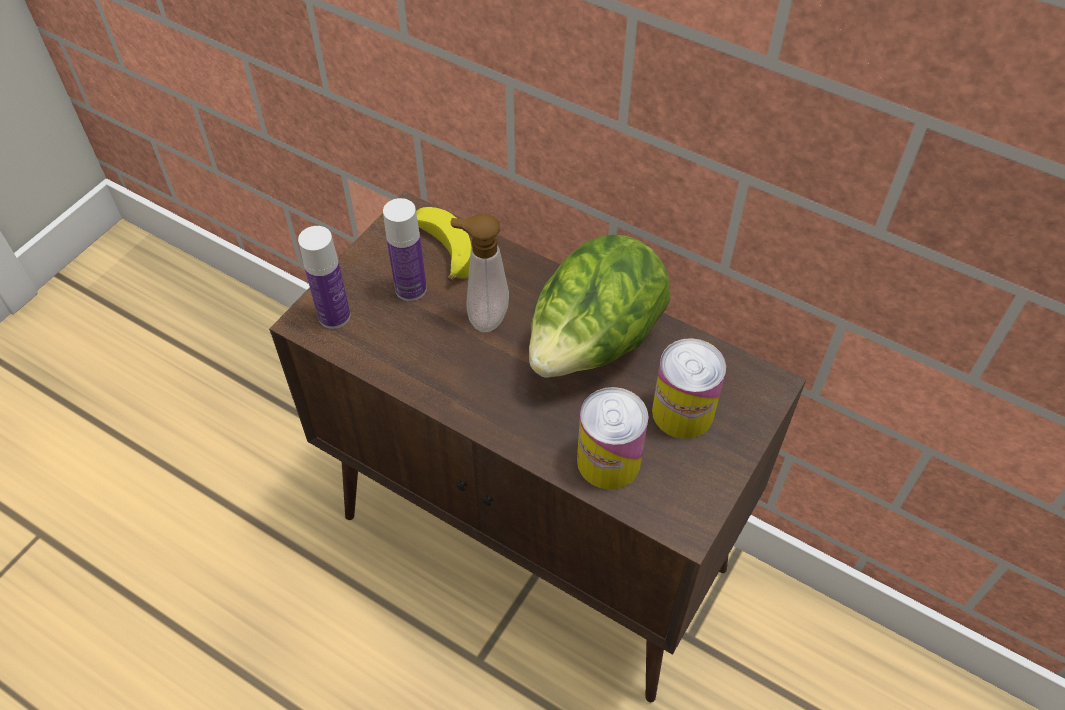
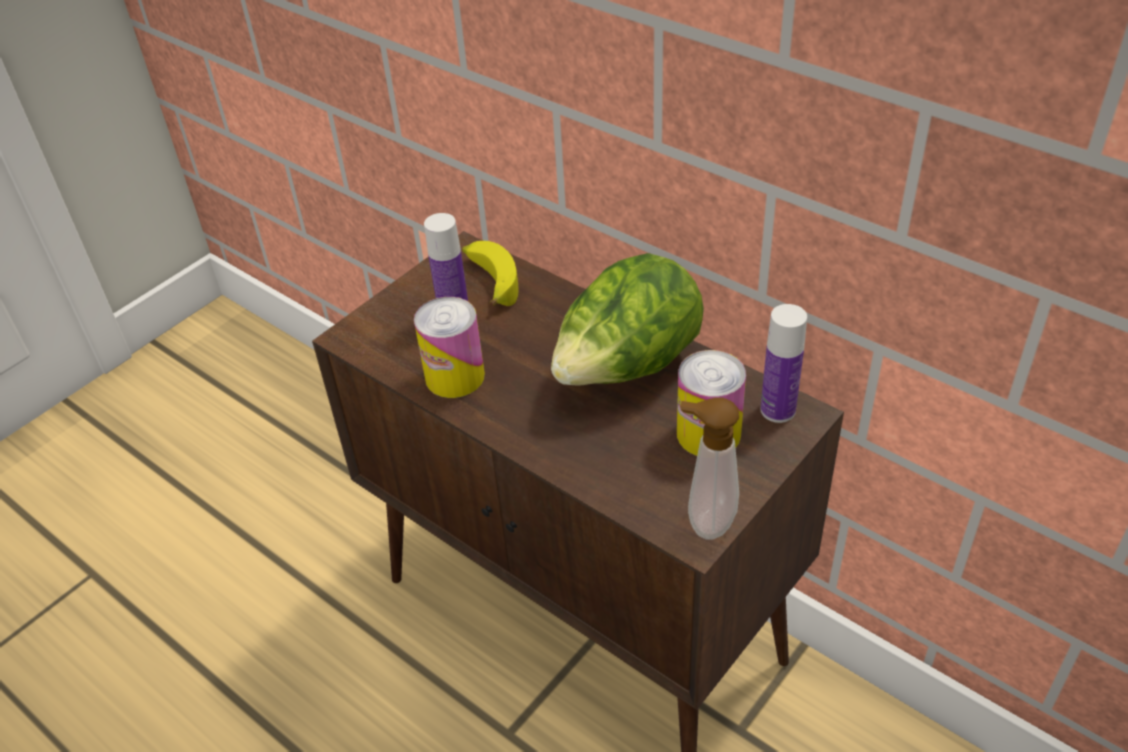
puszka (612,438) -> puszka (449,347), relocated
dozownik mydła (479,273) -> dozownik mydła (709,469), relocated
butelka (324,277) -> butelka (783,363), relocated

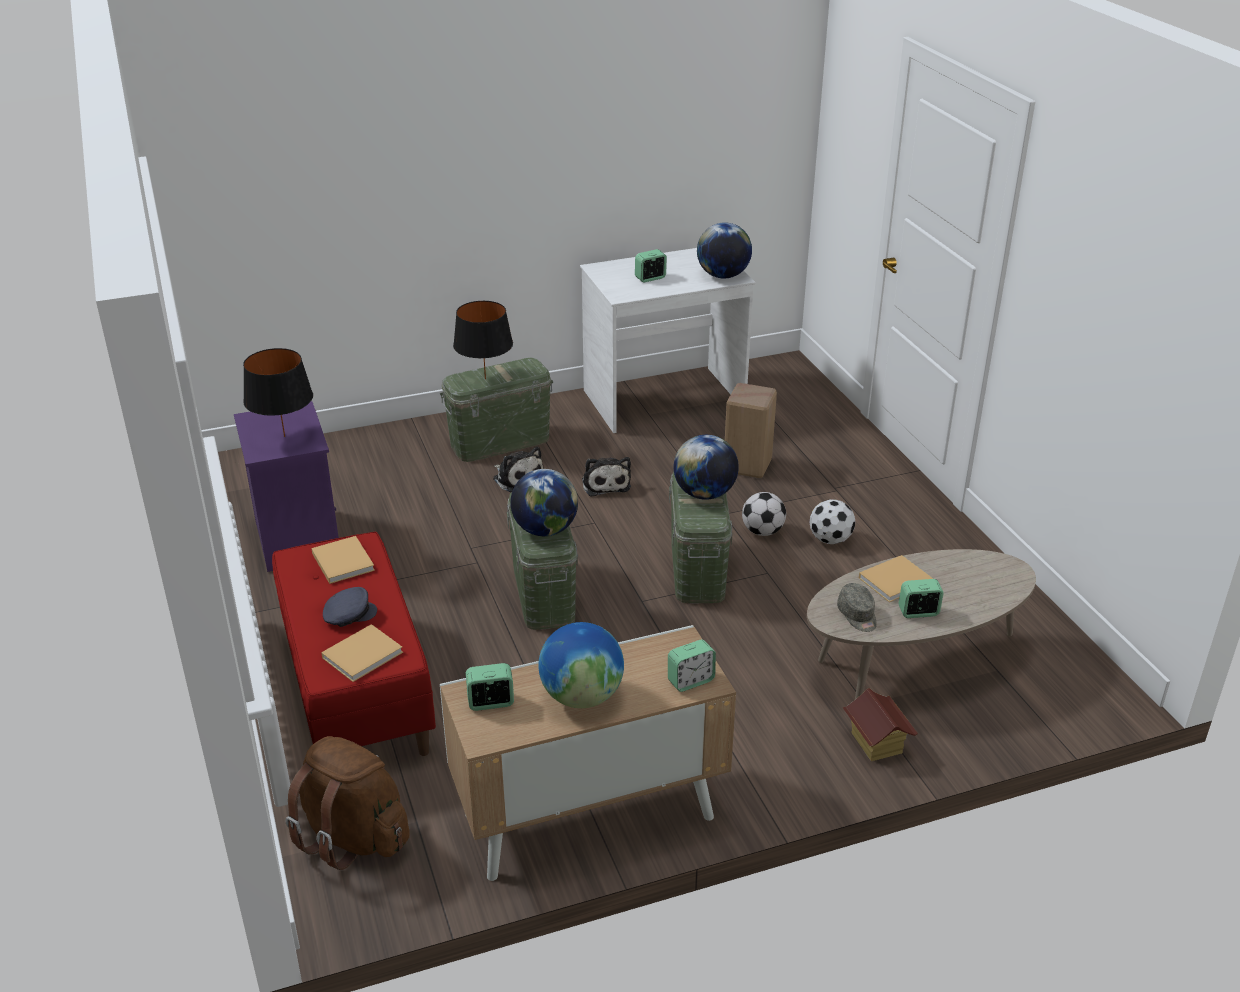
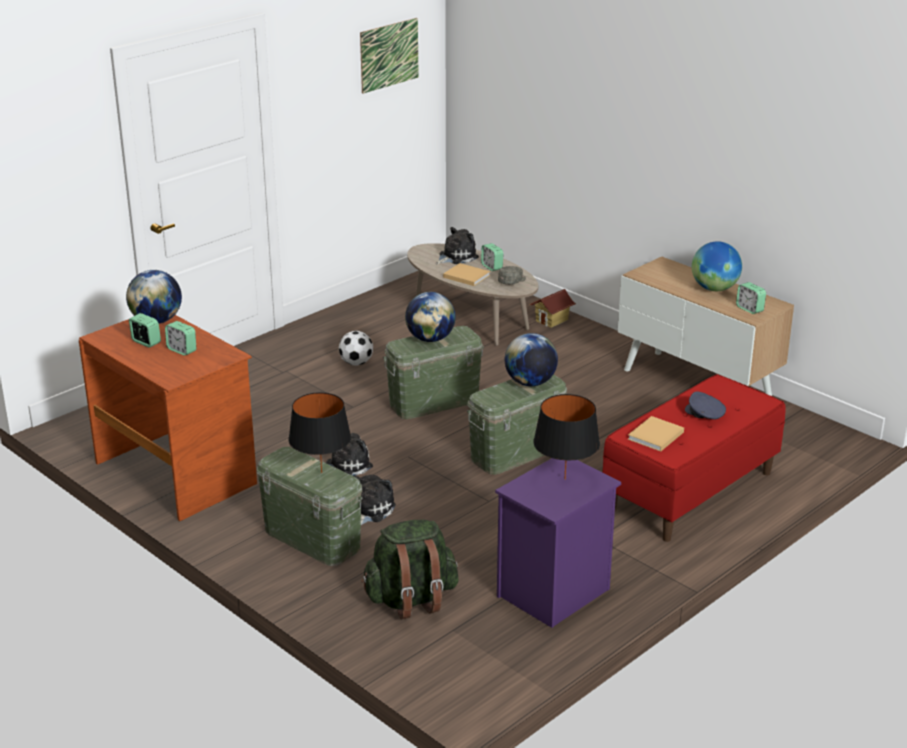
biurko (biały) (668,340) -> biurko (brązowy) (168,418)
budzik (692,666) -> budzik (145,330), relocated
none -> obraz (389,56)
none -> plecak (zielony) (410,569)
none -> pluszak (457,246)
plecak (brązowy) (347,803) -> none
książka (beżowy) (362,653) -> none
stołek (beżowy) (751,430) -> none
piłka futbolowa (764,514) -> none

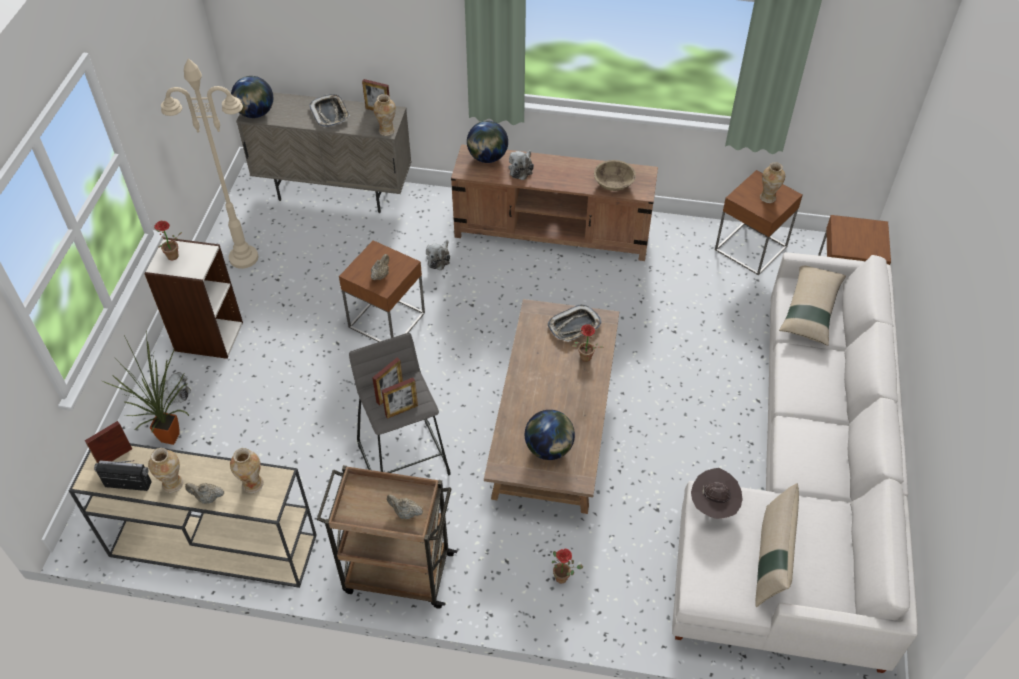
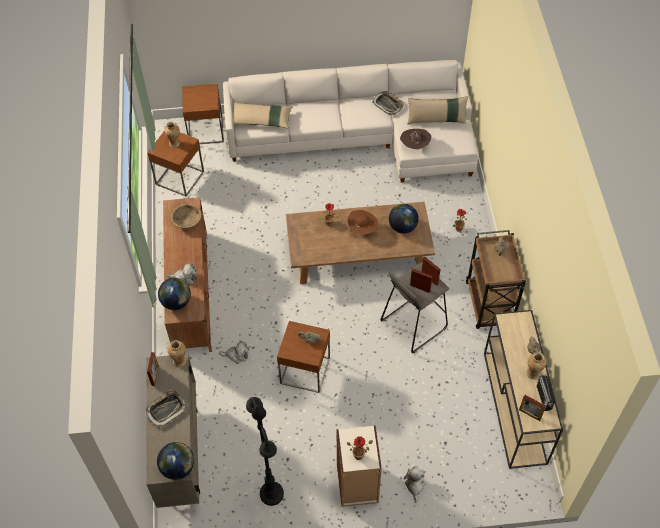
lampa stojąca (beżowy) (209,163) -> lampa stojąca (czarny) (265,451)
none -> kapelusz (brązowy) (363,222)
taca (574,323) -> taca (388,103), relocated
roślina doniczkowa (145,391) -> none
wazon (247,470) -> none

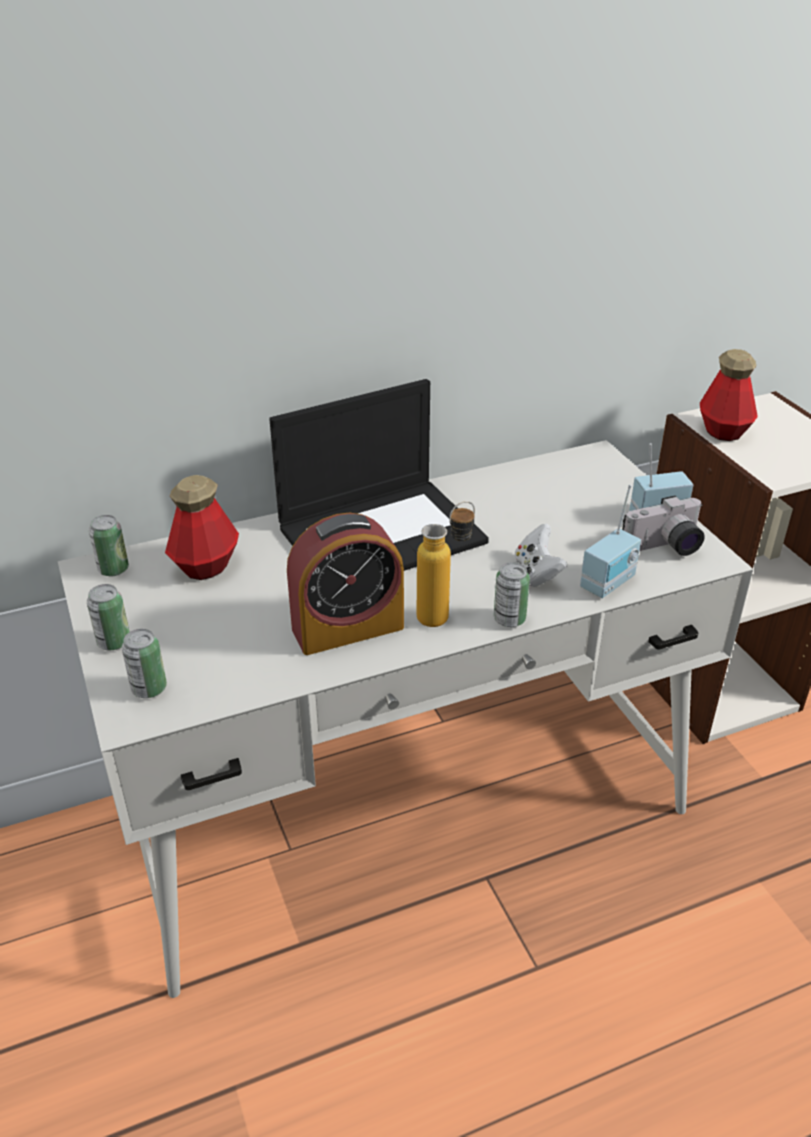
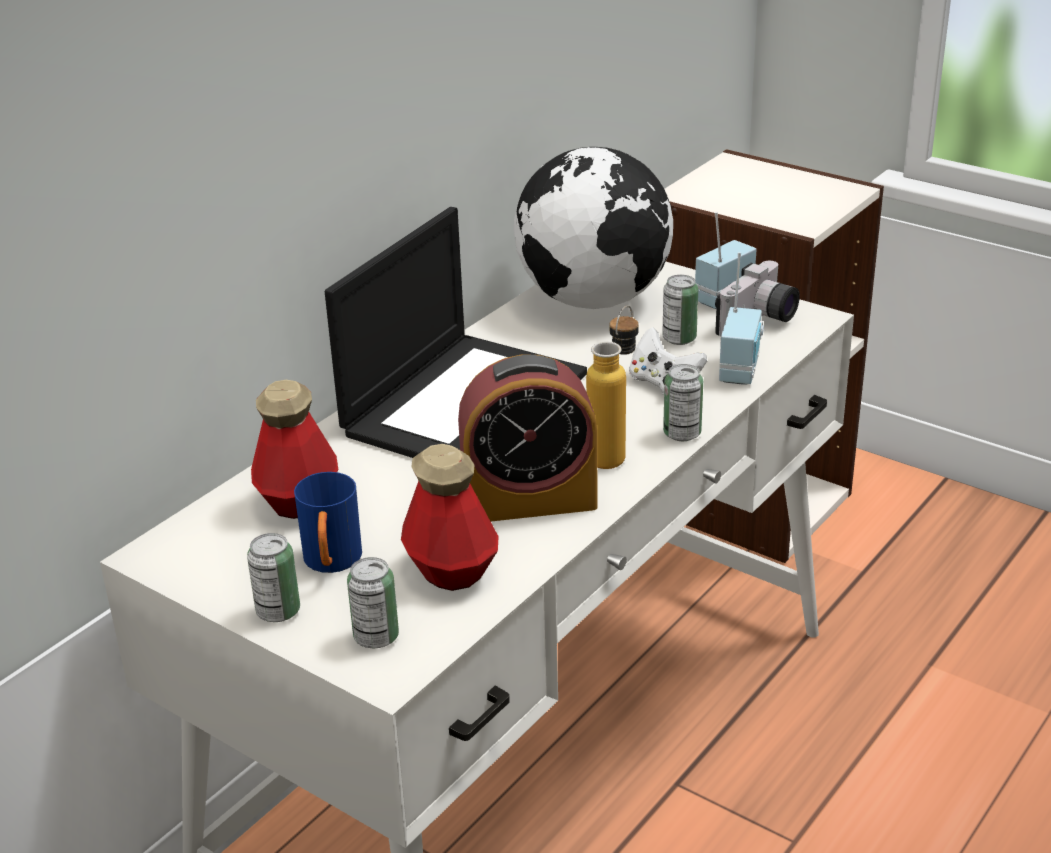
none -> kubek (niebieski) (328,522)
butelka (729,395) -> butelka (450,517), relocated
budzik (345,584) -> budzik (527,437), 45 degrees clockwise
none -> globus (593,228)
puszka (109,545) -> puszka (680,310), relocated

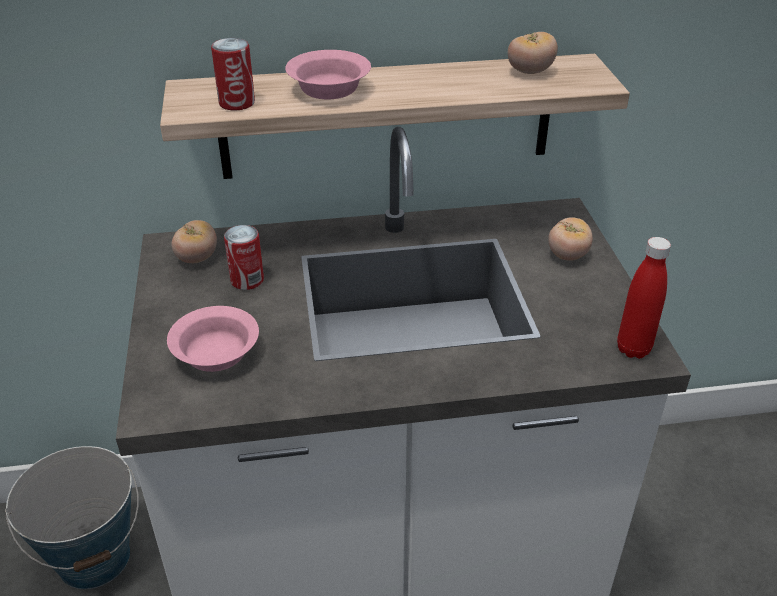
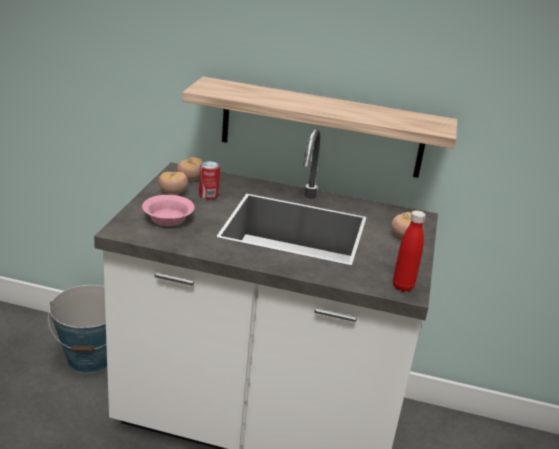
pomidor (533,53) -> pomidor (173,183), relocated
puszka (233,74) -> none
miska (różowy) (328,74) -> none

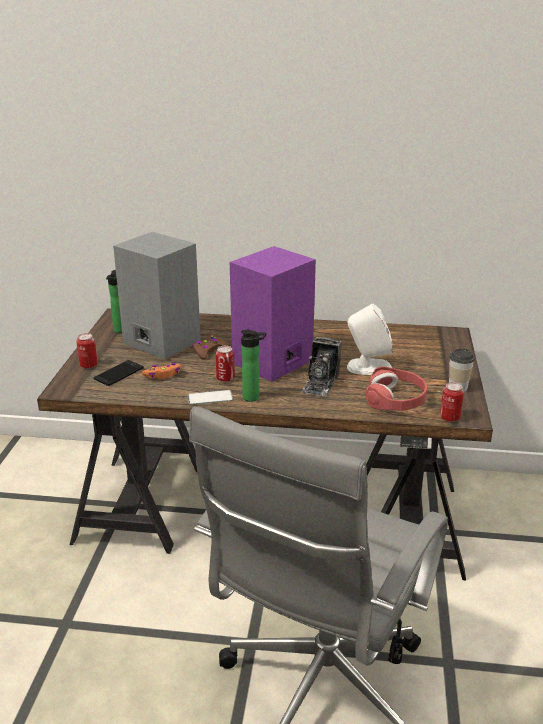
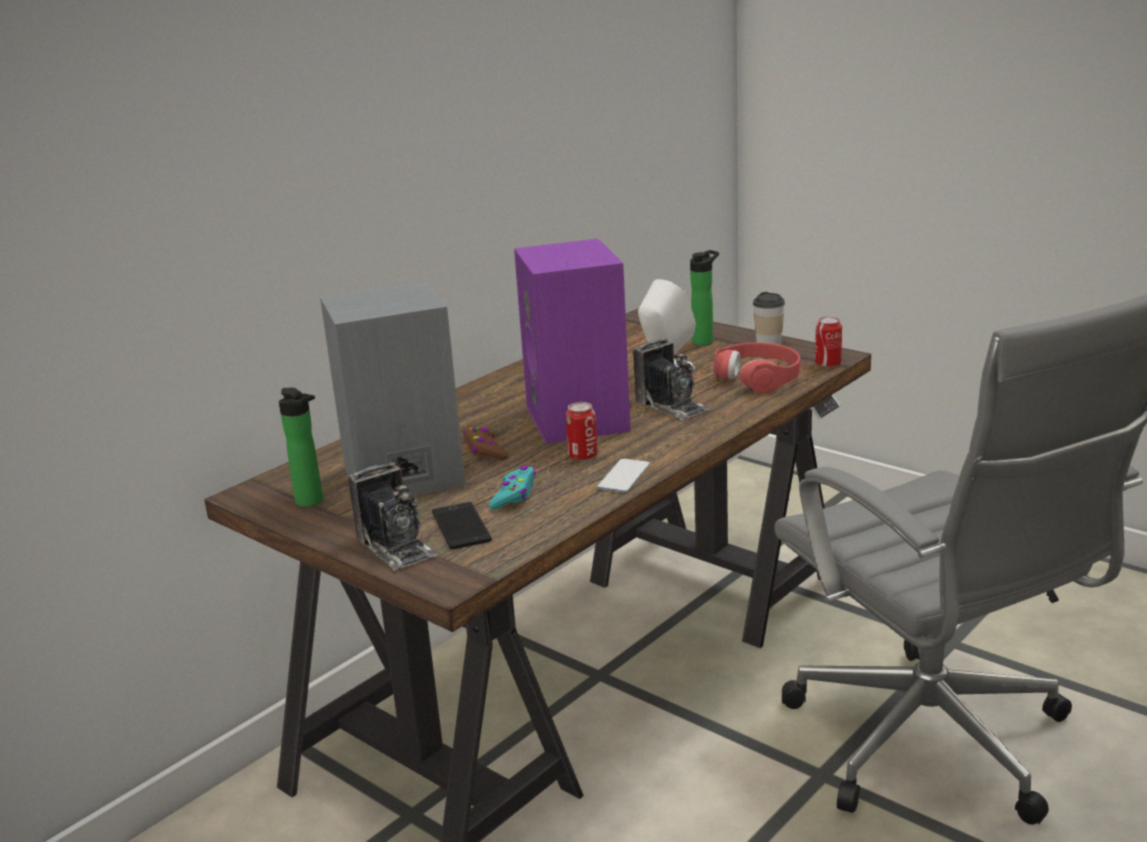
puszka (87,351) -> aparat fotograficzny (393,516)
pad do gier (pomarańczowy) (161,371) -> pad do gier (turkusowy) (512,487)
butelka (253,366) -> butelka (704,298), relocated

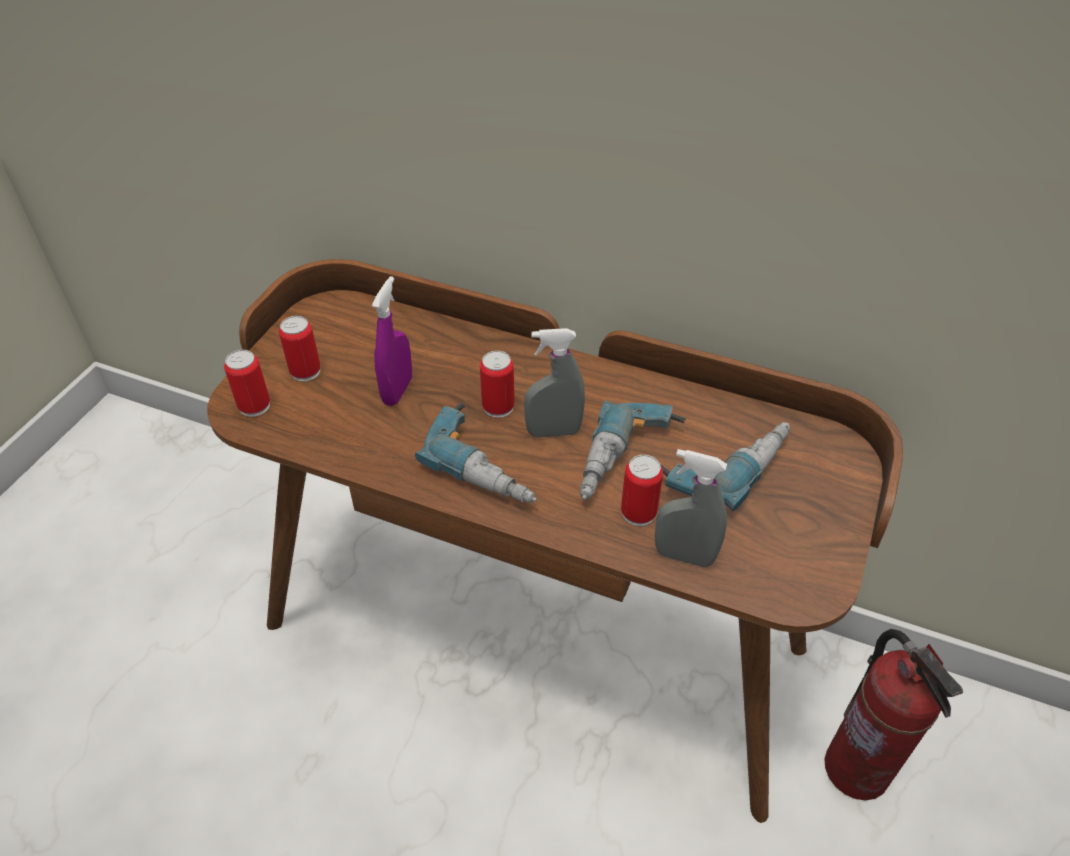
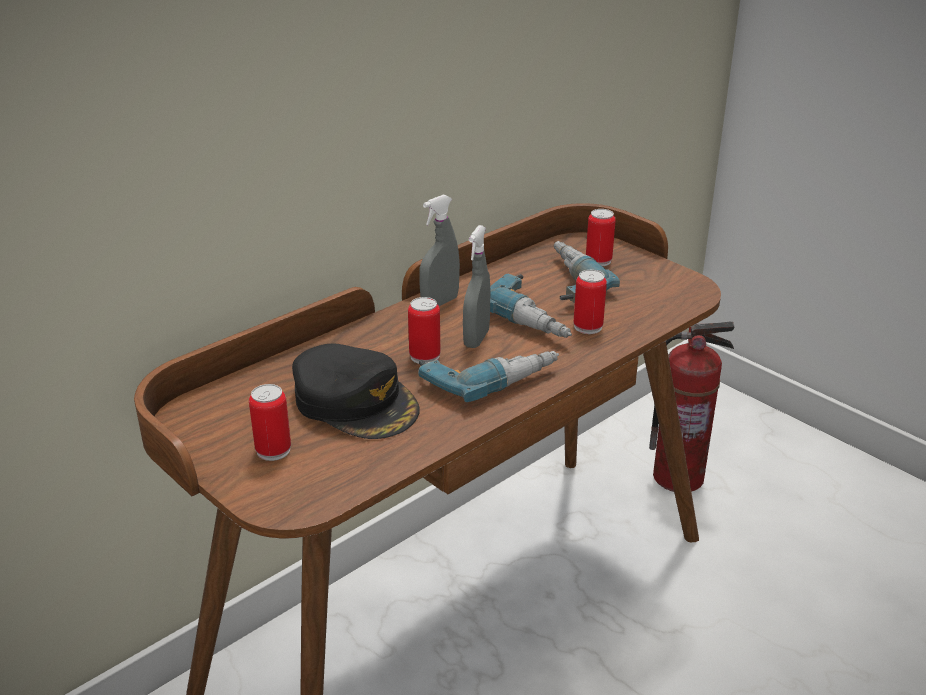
spryskiwacz (fioletowy) (392,341) -> czapka z daszkiem (czarny) (356,391)
spryskiwacz (szary) (691,508) -> spryskiwacz (szary) (439,250), relocated
puszka (247,383) -> puszka (601,238), relocated

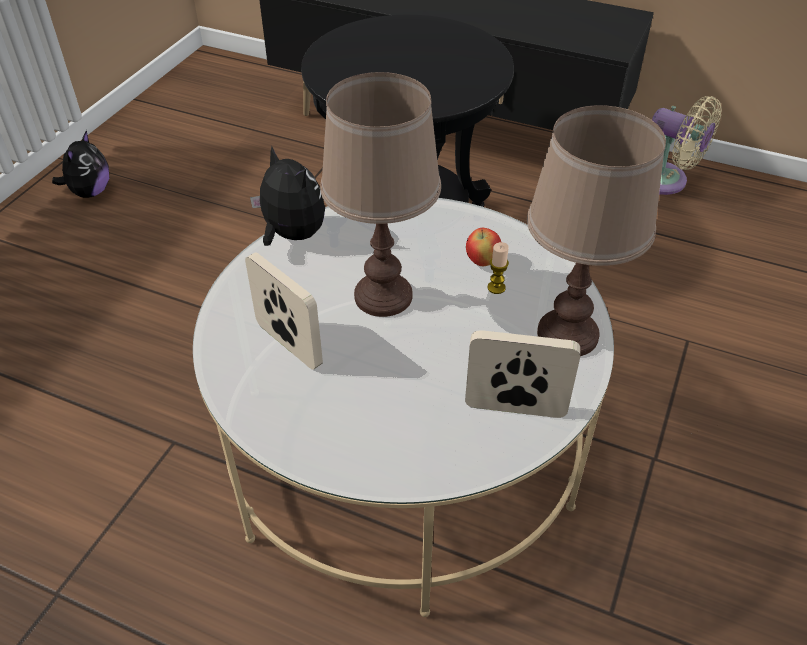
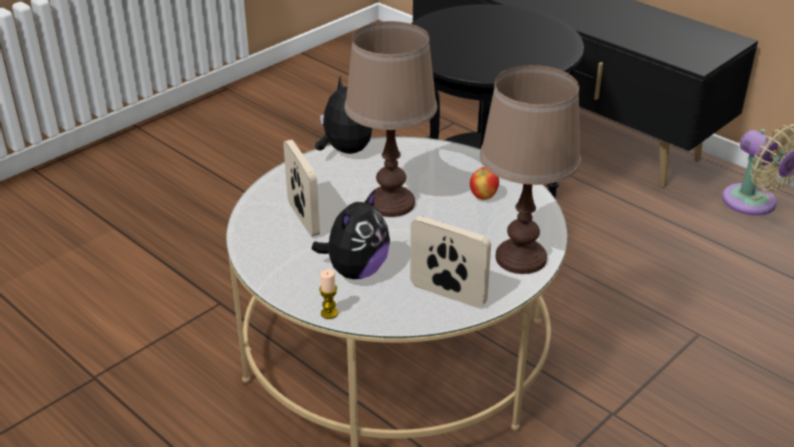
pluszak (80,164) -> pluszak (351,234), relocated
świeca (498,268) -> świeca (328,294), relocated

